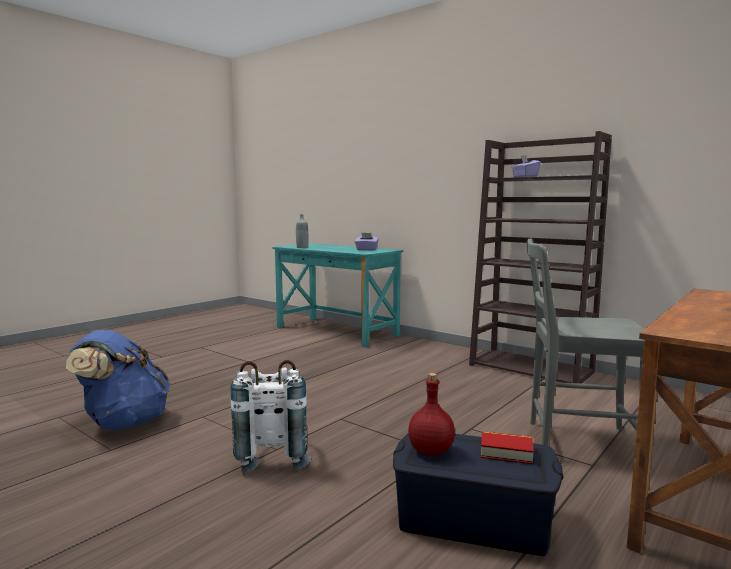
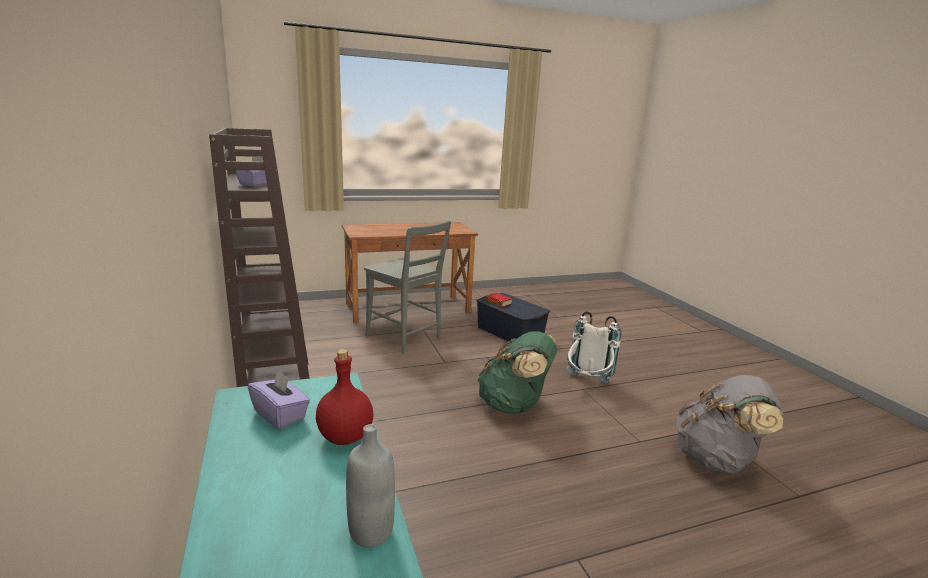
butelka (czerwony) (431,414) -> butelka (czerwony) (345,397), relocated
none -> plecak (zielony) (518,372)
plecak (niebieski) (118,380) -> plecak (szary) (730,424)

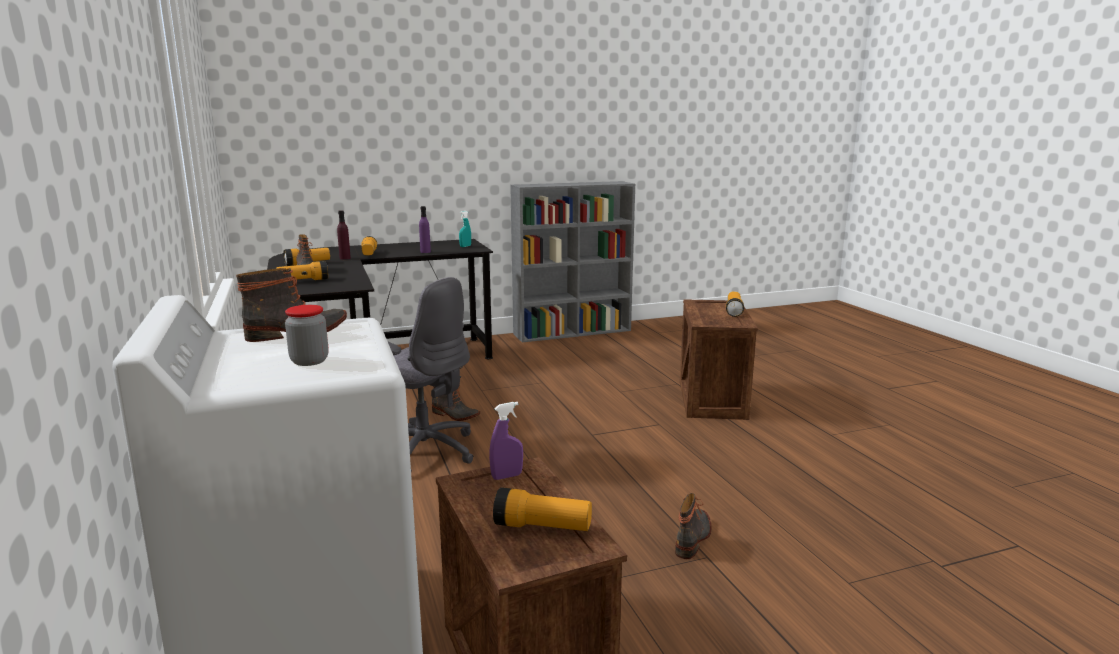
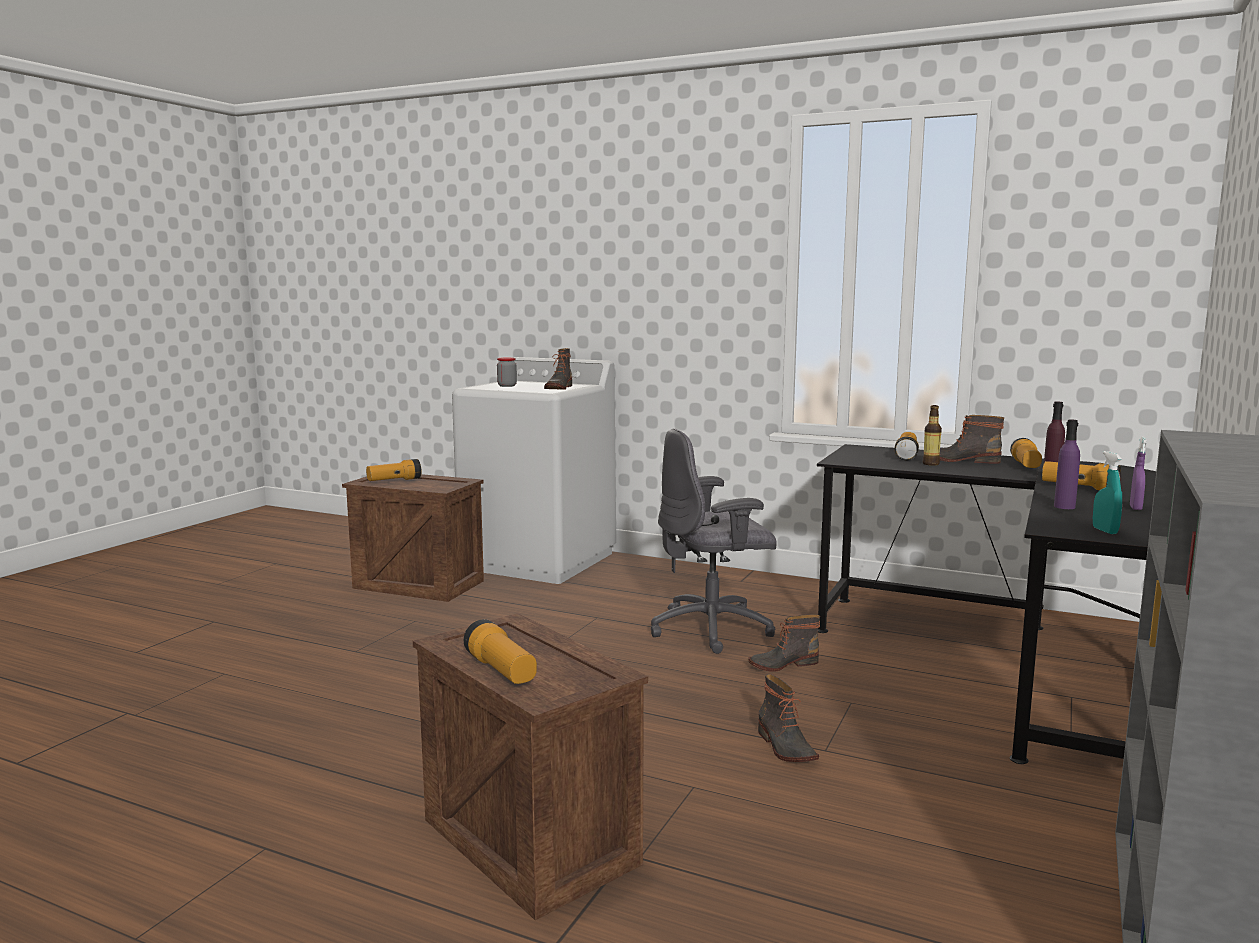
but z cholewką (693,526) -> but z cholewką (788,718), relocated
none -> butelka (932,435)
spryskiwacz (fioletowy) (506,441) -> spryskiwacz (fioletowy) (1138,473), relocated

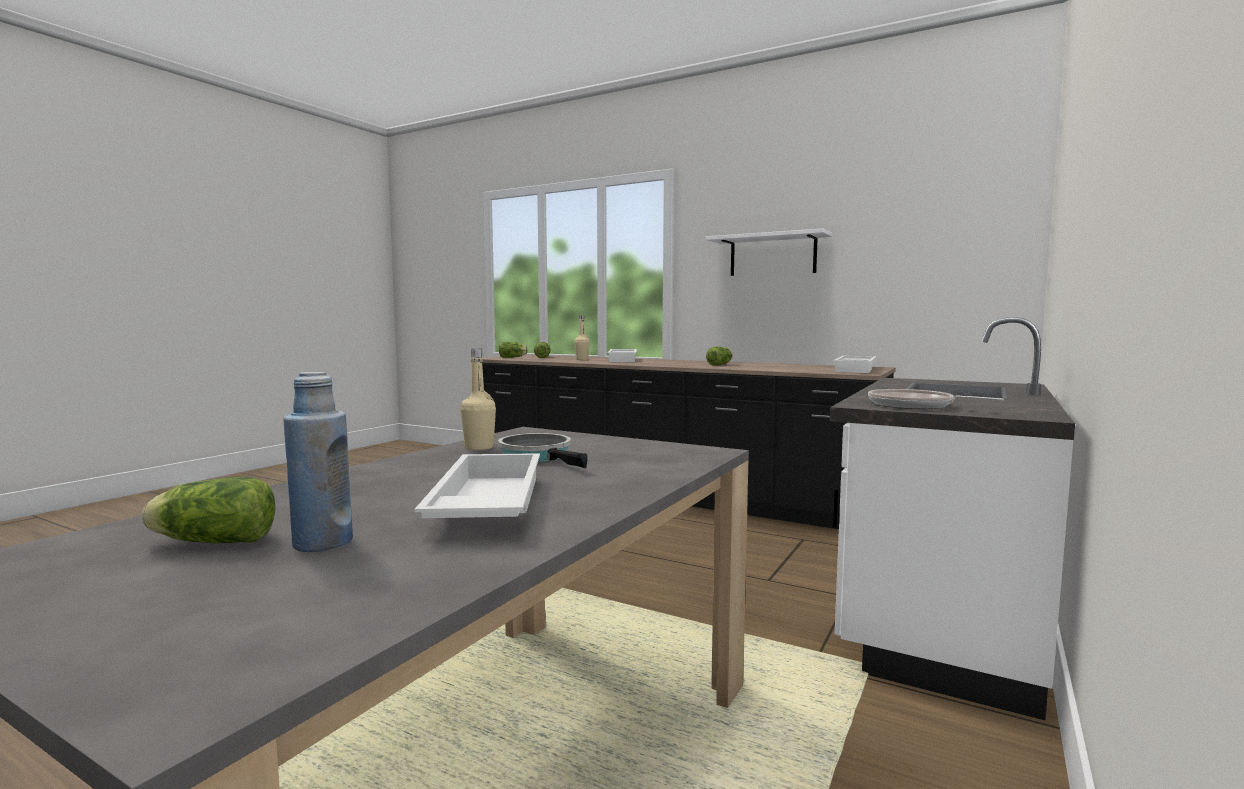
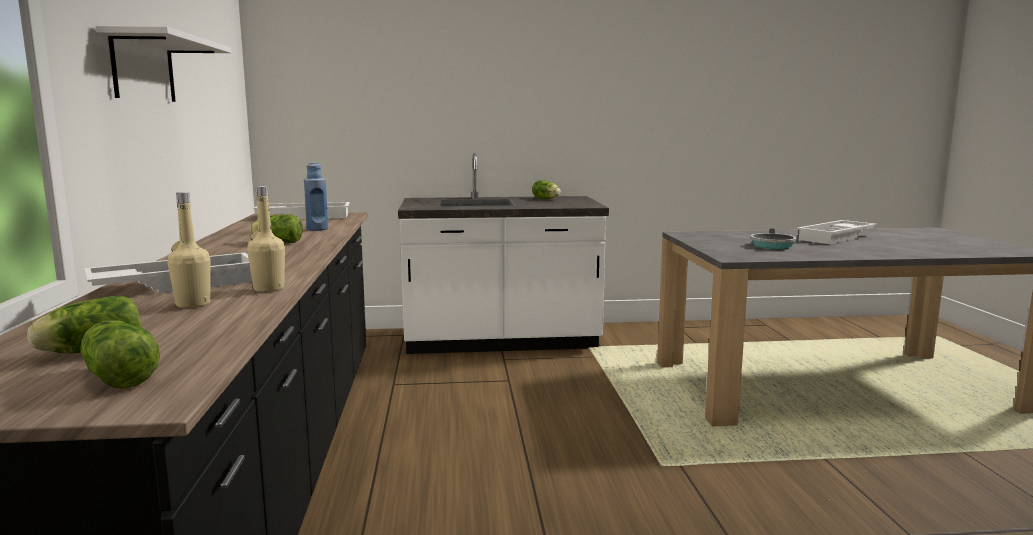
butelka (beżowy) (478,399) -> butelka (beżowy) (266,239), relocated
butelka (niebieski) (318,462) -> butelka (niebieski) (316,196), relocated
sałata (208,510) -> sałata (546,189), relocated
patelnia (936,399) -> none

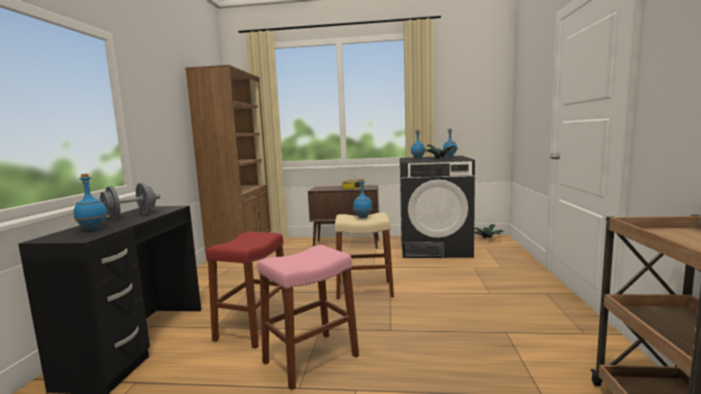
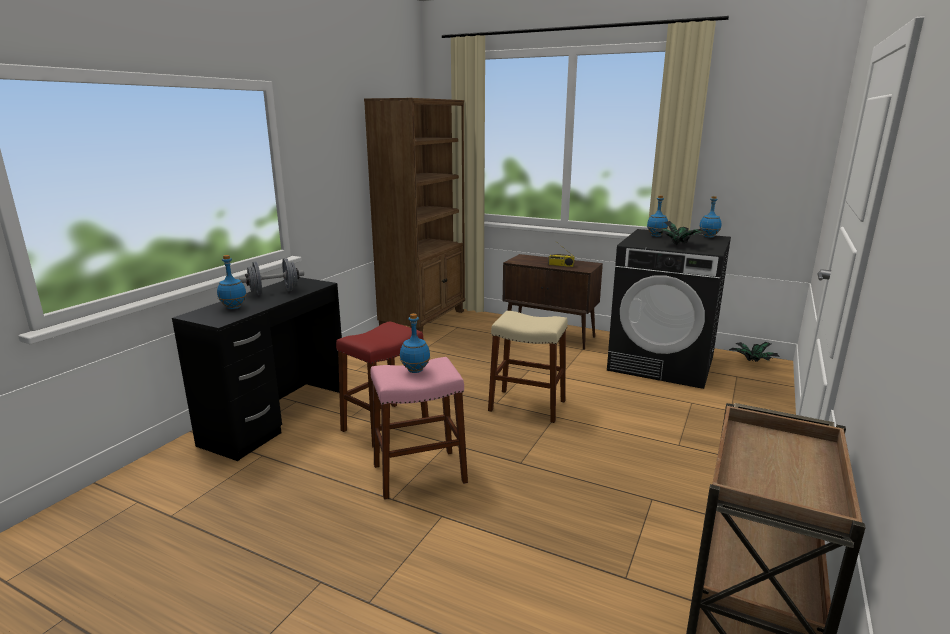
butelka (niebieski) (363,198) -> butelka (niebieski) (415,343), relocated

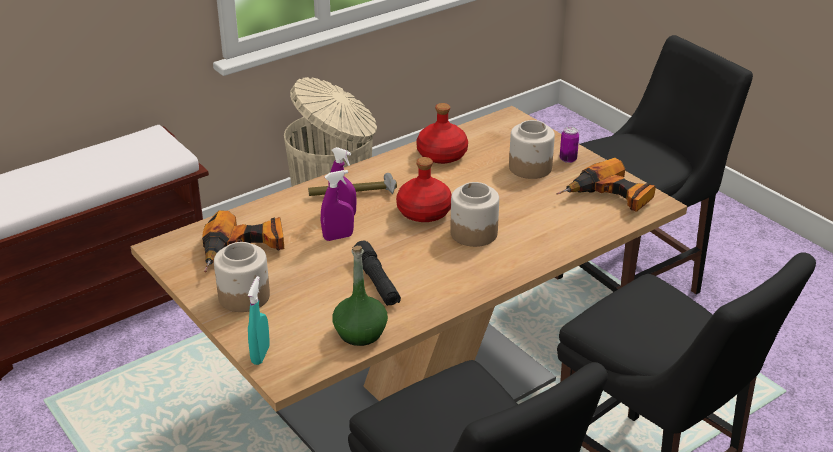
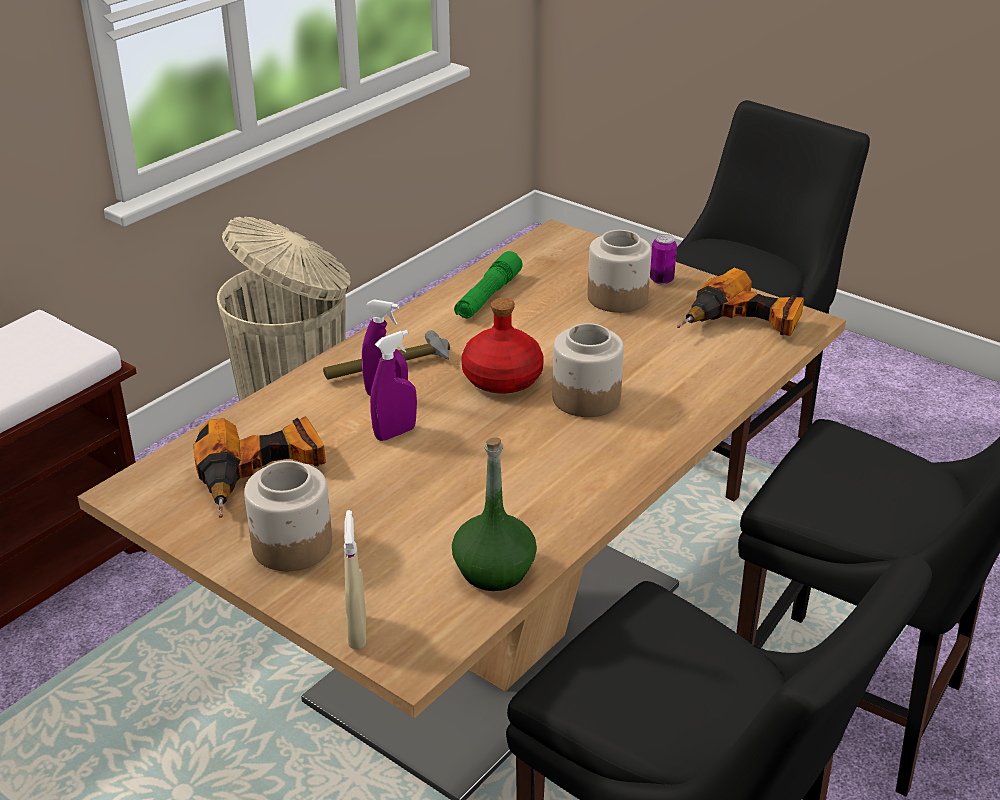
spryskiwacz (turkusowy) (259,320) -> spryskiwacz (beżowy) (355,579)
butelka (czerwony) (442,133) -> latarka (zielony) (488,284)
latarka (czarny) (376,273) -> none

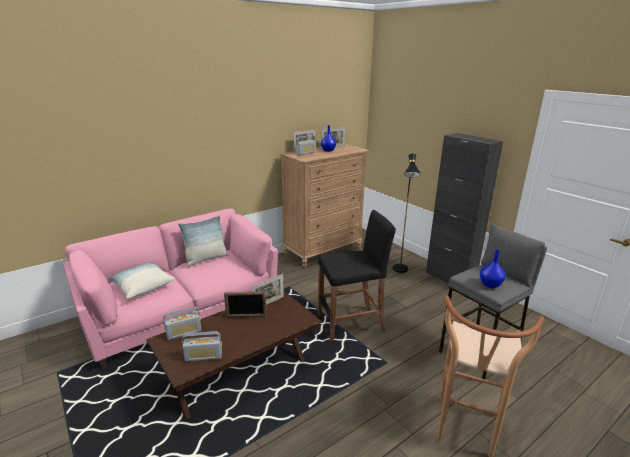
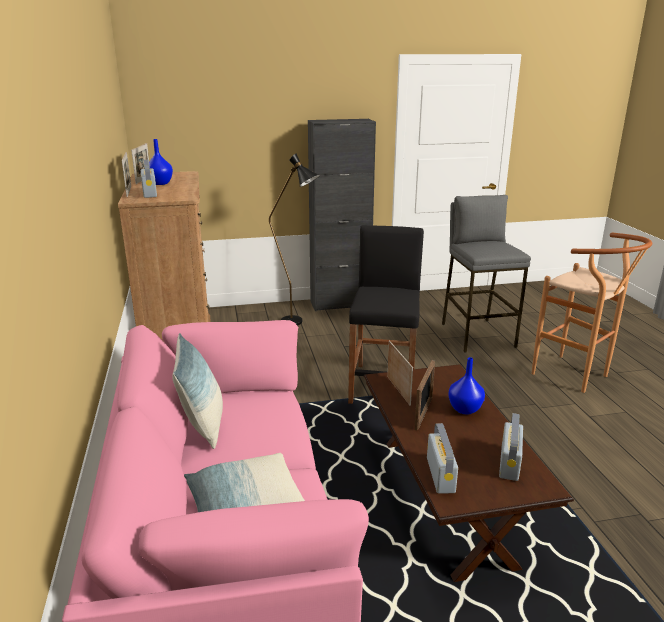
wazon (niebieski) (493,269) -> wazon (niebieski) (466,385), relocated

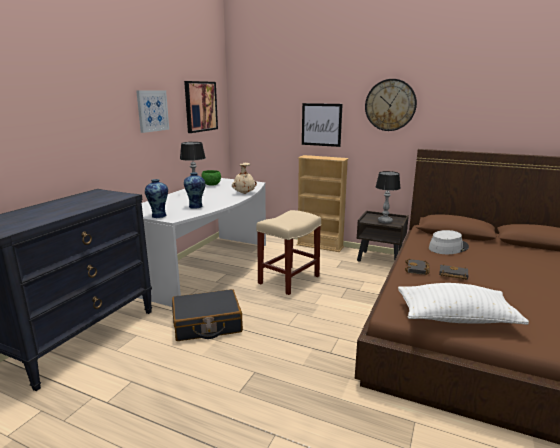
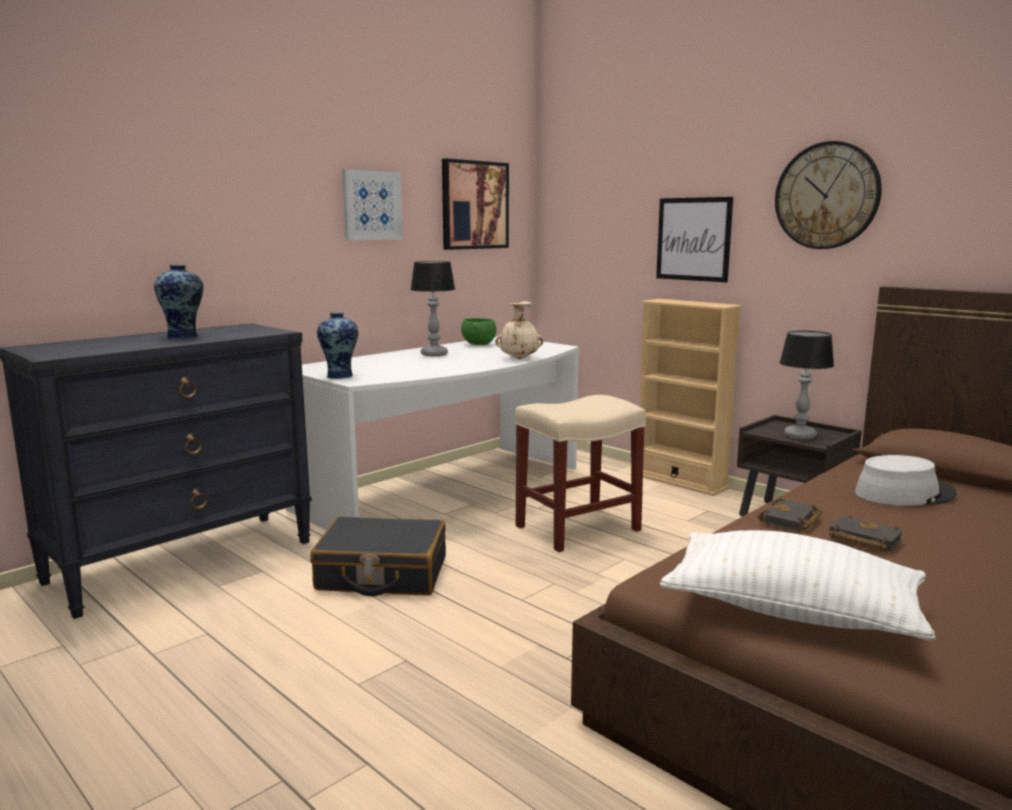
wazon (195,191) -> wazon (178,302), relocated

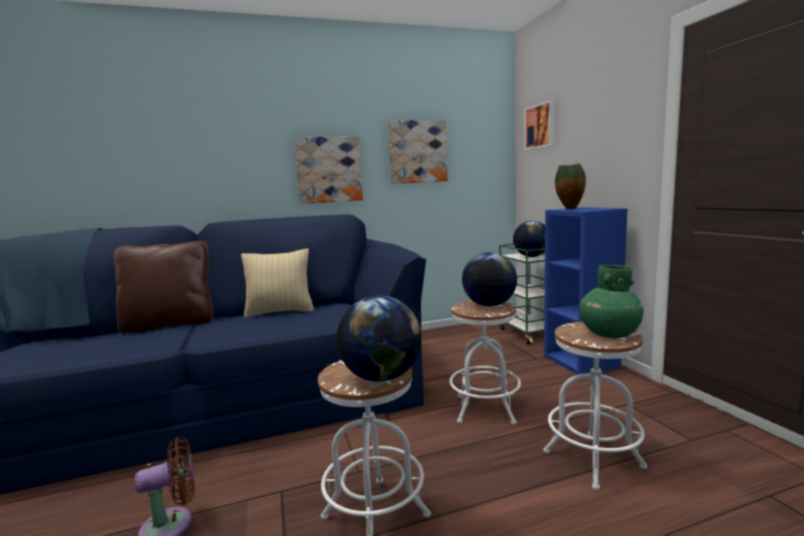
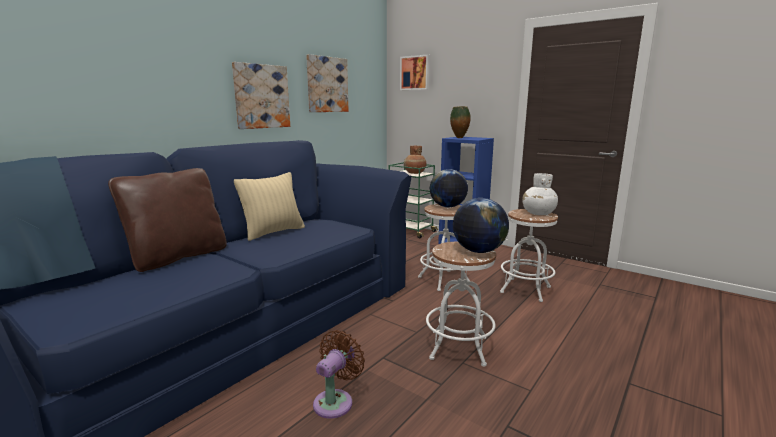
globus (529,238) -> wazon (brązowy) (415,160)
wazon (zielony) (611,301) -> wazon (biały) (540,194)

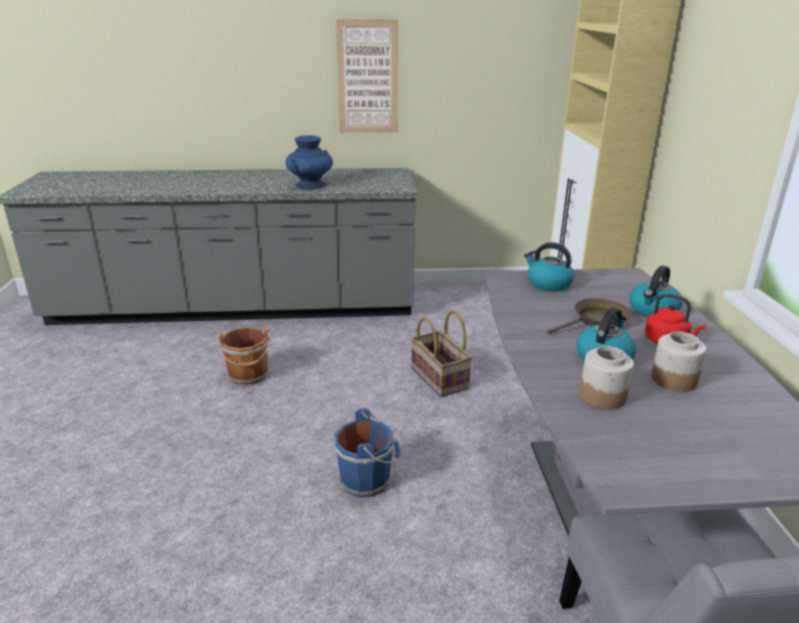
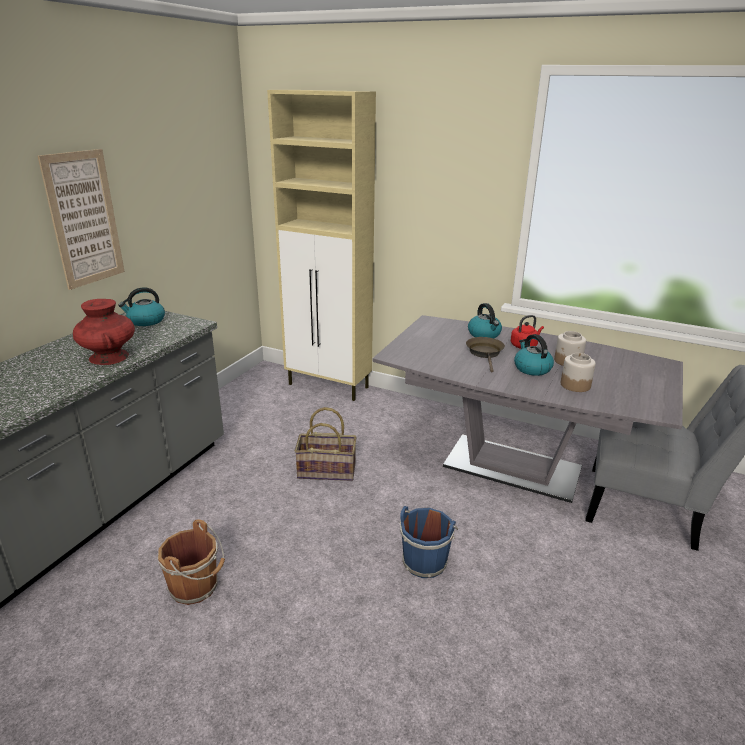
wazon (niebieski) (309,162) -> wazon (czerwony) (104,332)
czajnik (549,266) -> czajnik (141,306), relocated

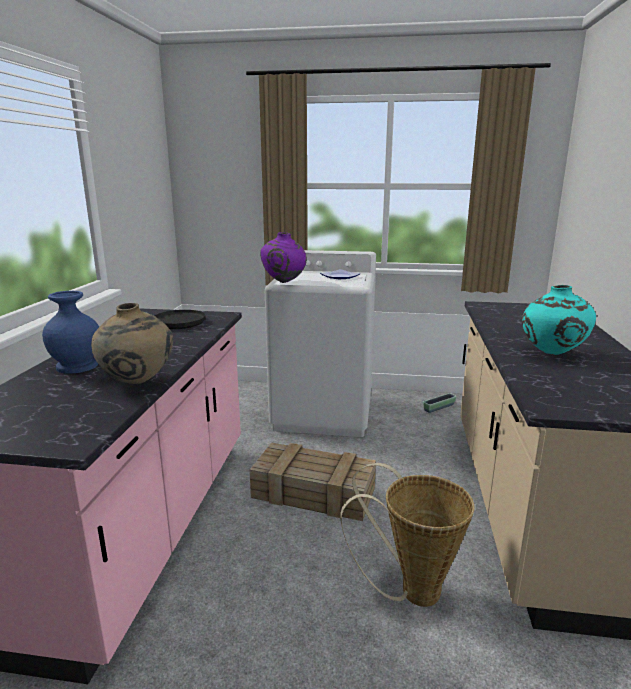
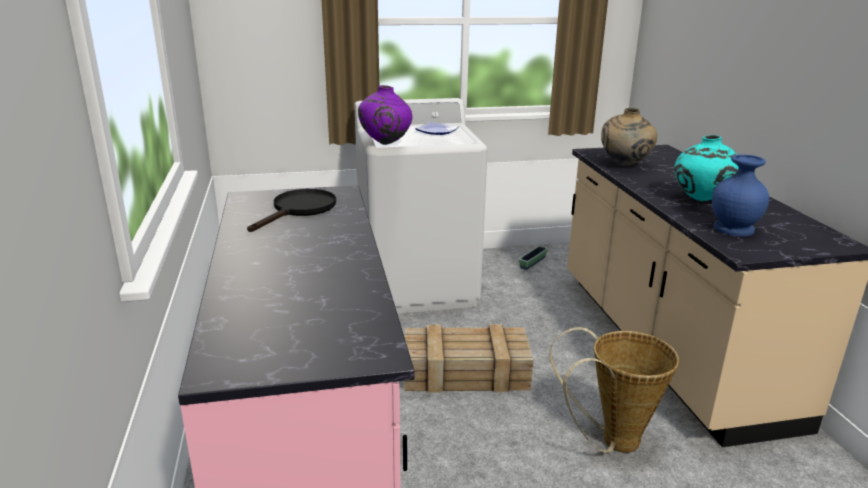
wazon (beżowy) (132,343) -> wazon (beżowy) (629,137), relocated
wazon (niebieski) (70,332) -> wazon (niebieski) (740,195), relocated

